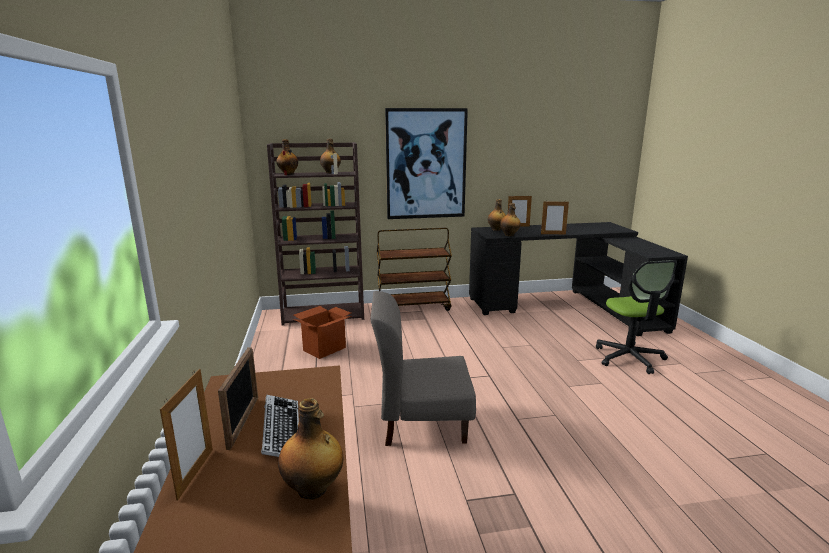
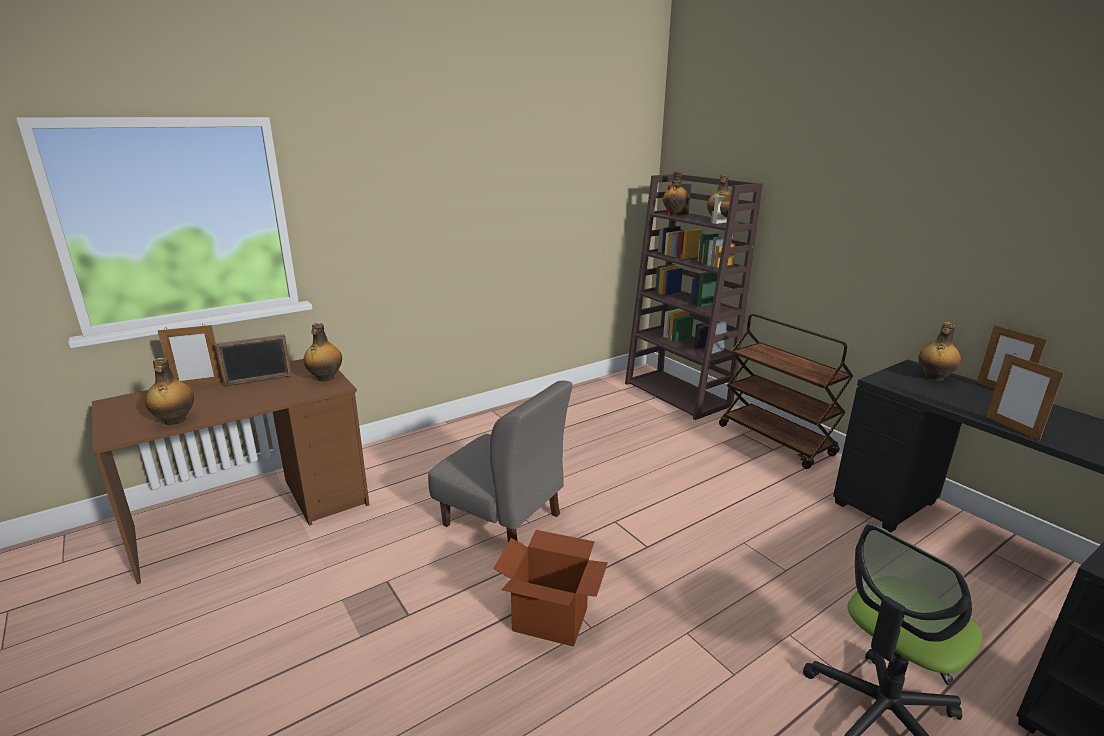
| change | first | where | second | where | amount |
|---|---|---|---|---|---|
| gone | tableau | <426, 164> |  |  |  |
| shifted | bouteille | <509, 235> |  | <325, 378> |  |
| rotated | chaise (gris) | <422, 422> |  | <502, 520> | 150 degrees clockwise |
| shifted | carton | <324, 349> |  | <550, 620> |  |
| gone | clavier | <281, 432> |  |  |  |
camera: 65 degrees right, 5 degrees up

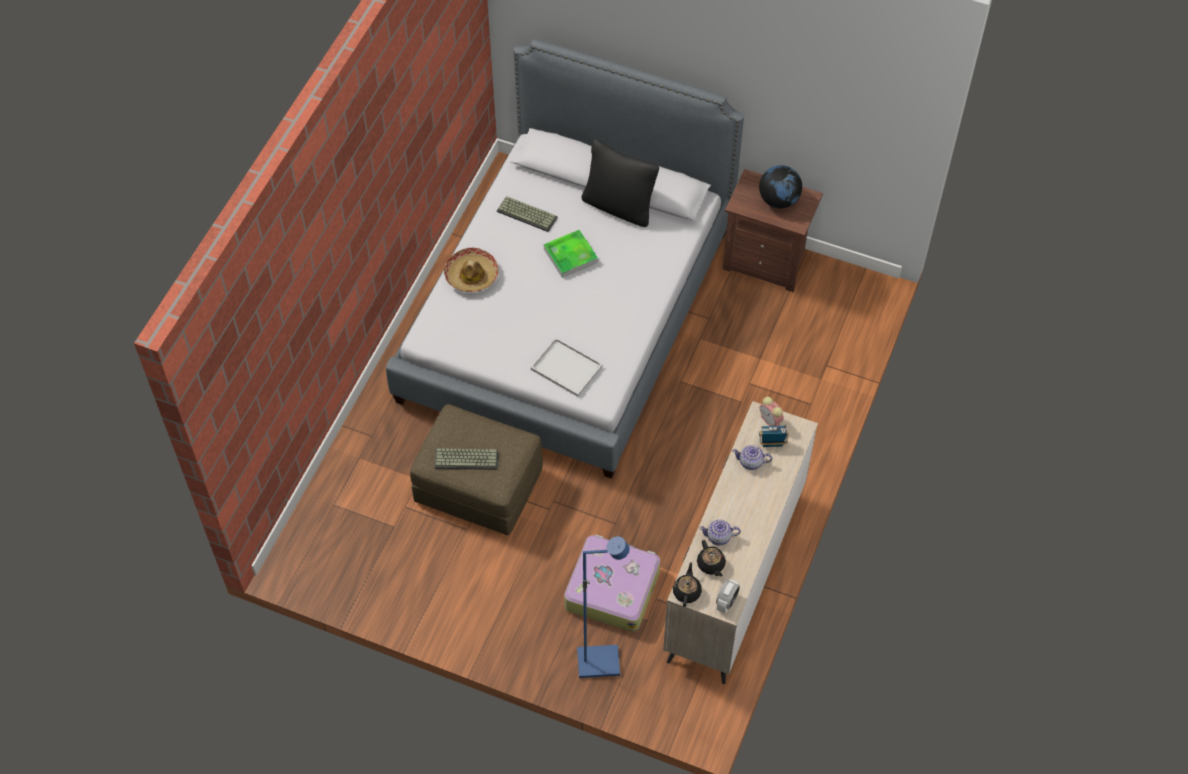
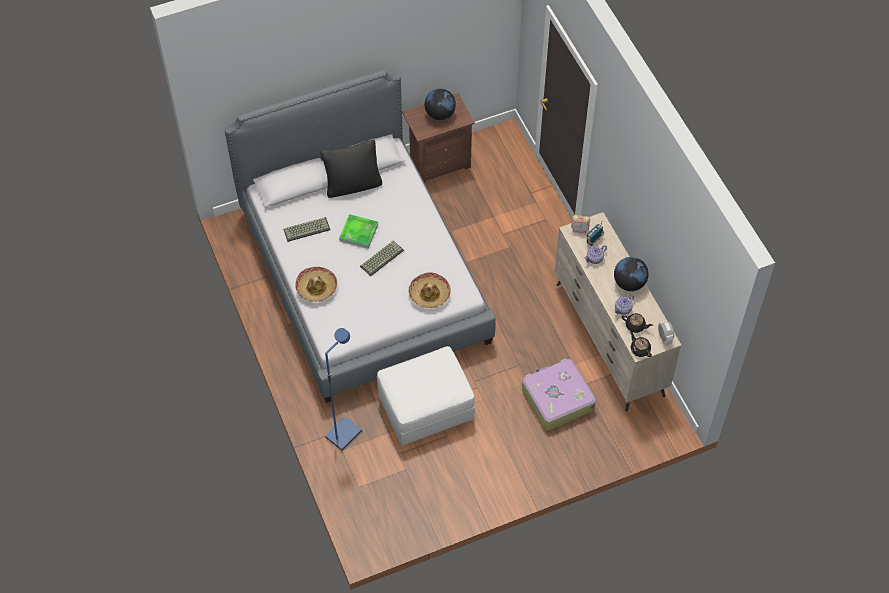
| change | first | where | second | where | amount |
|---|---|---|---|---|---|
| swapped | plateau (blanc) | <568, 368> | chapeau | <429, 294> |  |
| repainted | pouf (marron) | <479, 486> | pouf (blanc) | <426, 407> |  |
| shifted | clavier | <467, 458> |  | <381, 257> |  |
| shifted | lampadaire (bleu) | <599, 661> |  | <343, 433> |  |
| new |  |  | globe | <629, 283> |  |
camera: 45 degrees left, 0 degrees up

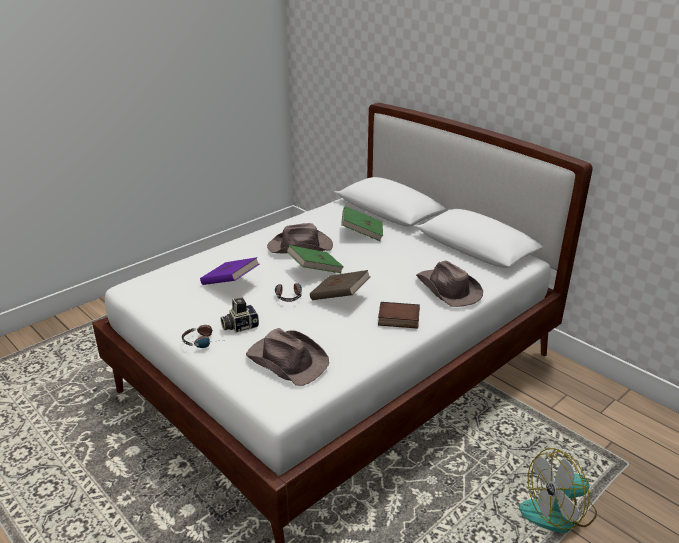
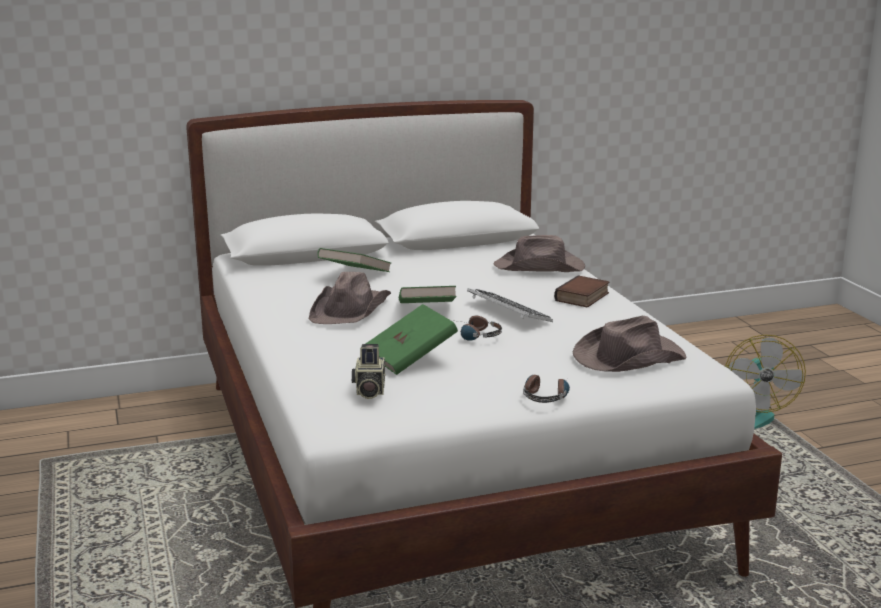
| change | first | where | second | where | amount |
|---|---|---|---|---|---|
| repainted | livre (violet) | <230, 283> | livre (vert) | <410, 358> |  |
| swapped | livre (marron) | <339, 297> | clavier | <508, 312> |  |
| shifted | appareil photo | <239, 326> |  | <369, 390> |  |
camera: 65 degrees left, 10 degrees down

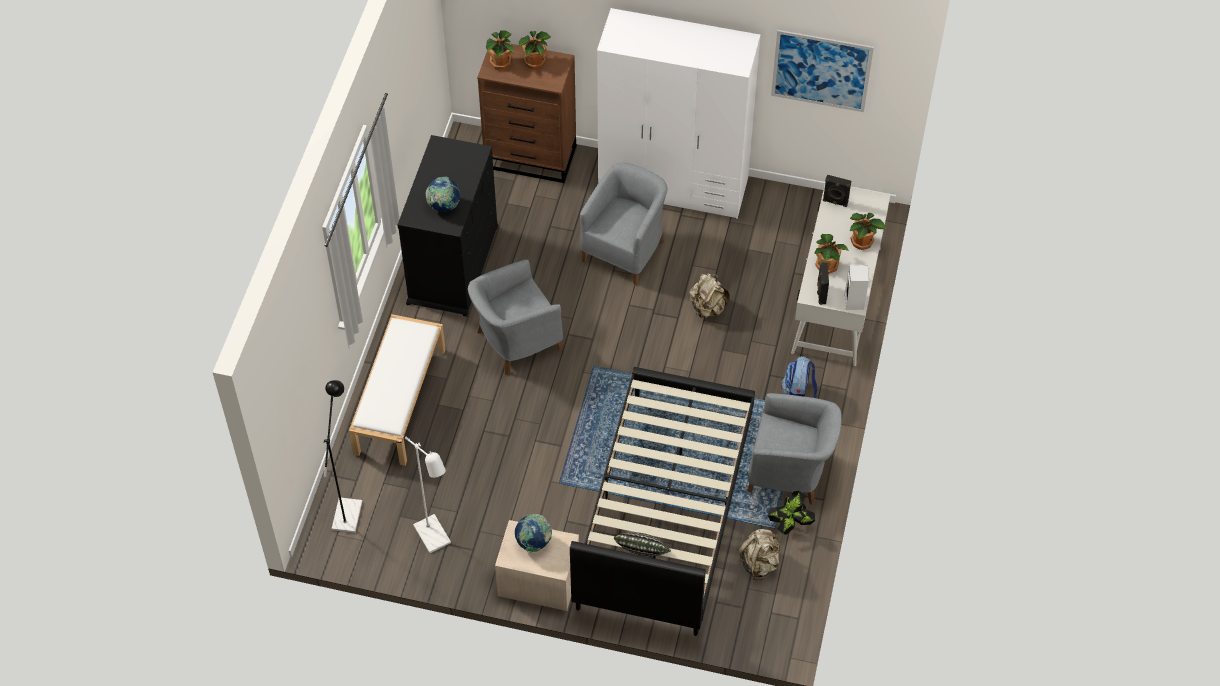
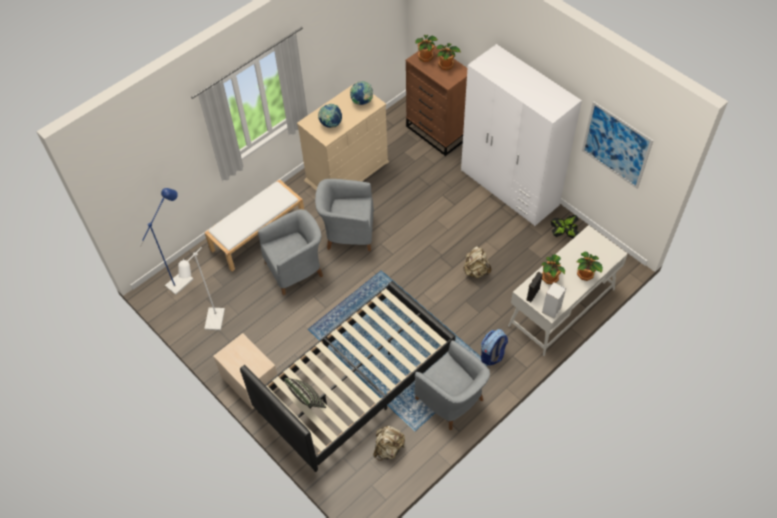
| change | first | where | second | where | amount |
|---|---|---|---|---|---|
| repainted | commode (noir) | <453, 264> | commode (beige) | <347, 171> |  |
| shifted | fauteuil (gris) | <625, 248> |  | <296, 268> |  |
| gone | enceinte (noir) | <835, 202> |  |  |  |
| repainted | lampadaire (noir) | <348, 509> | lampadaire (bleu) | <183, 279> |  |
| shifted | plante en pot | <790, 524> |  | <563, 235> |  |
| shifted | globe | <534, 542> |  | <362, 102> |  |
camera: 35 degrees right, 0 degrees up

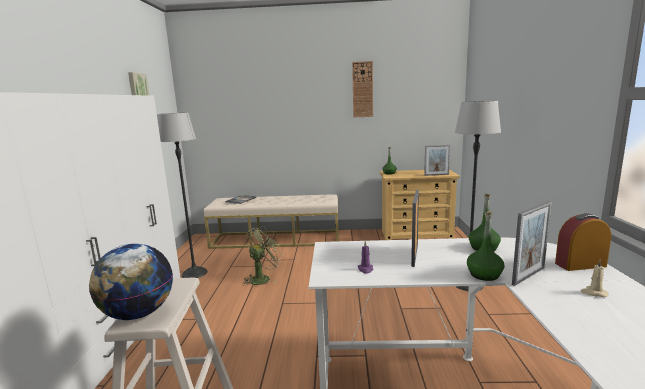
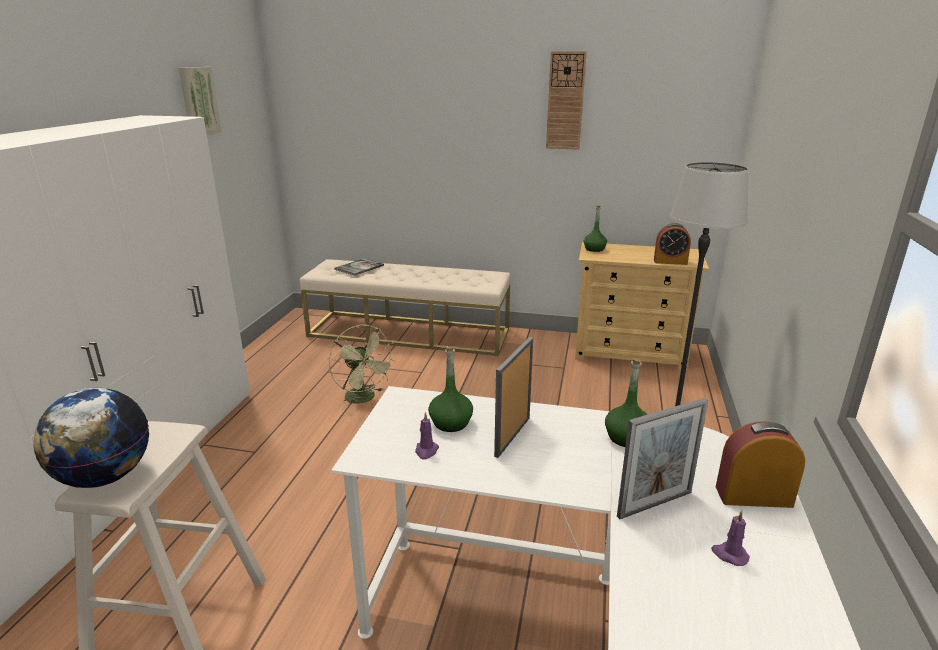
| change | first | where | second | where | amount |
|---|---|---|---|---|---|
| gone | lampadaire | <194, 273> |  |  |  |
| swapped | cadre photo | <436, 175> | réveil | <670, 262> |  |
| shifted | bouteille (vert) | <484, 275> |  | <450, 423> |  |
| rotated | ventilateur (vert) | <262, 278> |  | <364, 399> | 90 degrees clockwise |
| repainted | bougie (beige) | <593, 293> | bougie (violet) | <729, 554> |  |
camera: 10 degrees right, 10 degrees up

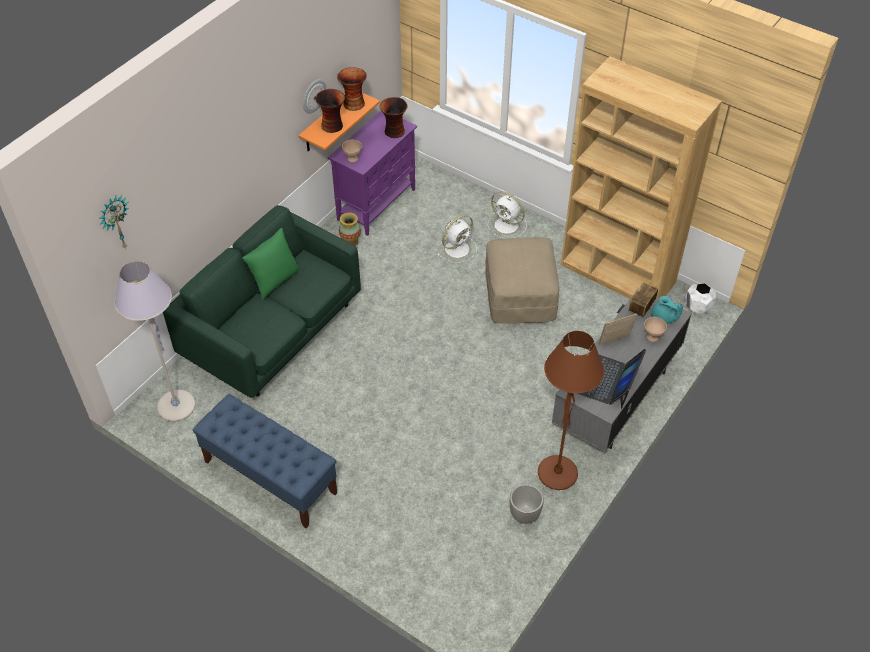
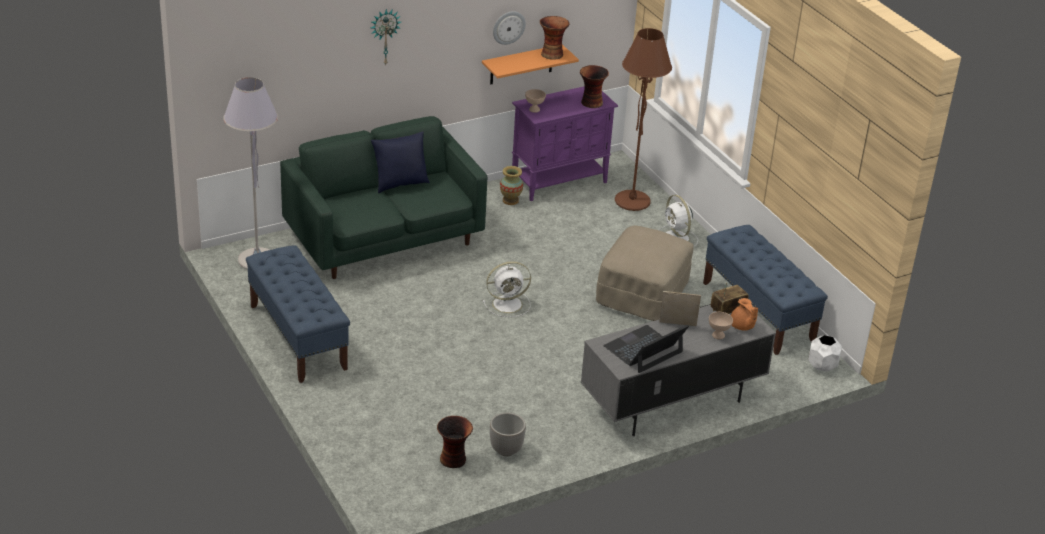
| change | first | where | second | where | amount |
|---|---|---|---|---|---|
| swapped | bibliothèque (marron) | <617, 274> | banc (bleu) | <758, 312> |  |
| shifted | vase | <333, 125> |  | <454, 459> |  |
| shifted | horloge murale | <115, 223> |  | <384, 36> |  |
| shifted | ventilateur (blanc) | <458, 248> |  | <508, 304> |  |
| repainted | coussin (vert) | <275, 281> | coussin (bleu) | <400, 184> |  |
| repainted | théière (turquoise) | <663, 319> | théière (orange) | <742, 326> |  |
| shifted | lampadaire (marron) | <557, 473> |  | <632, 201> |  |
camera: 25 degrees right, 15 degrees down

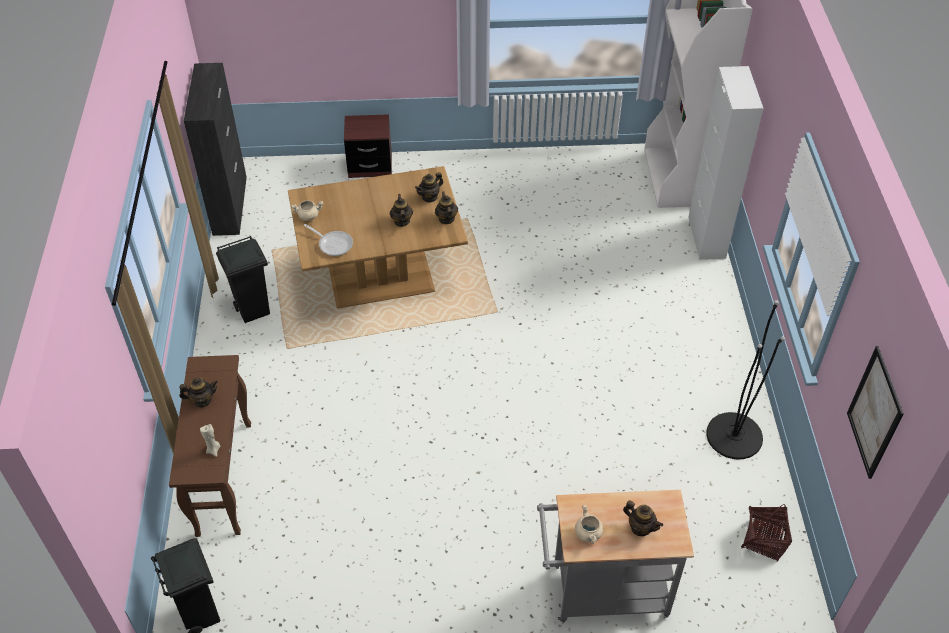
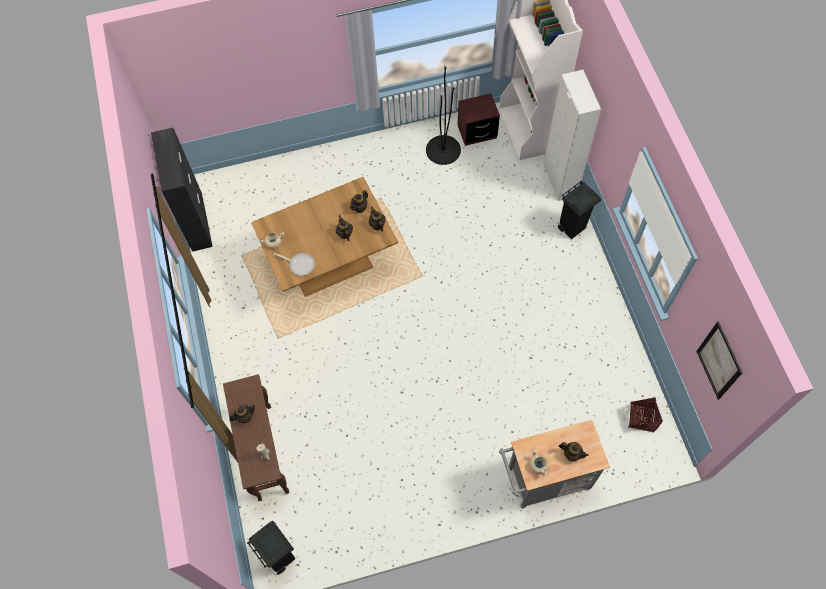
| change | first | where | second | where | amount |
|---|---|---|---|---|---|
| shifted | table de chevet (marron) | <370, 166> |  | <477, 132> |  |
| shifted | poubelle (noir) | <254, 310> |  | <572, 228> |  |
| shifted | lampadaire (noir) | <734, 436> |  | <443, 150> |  |
camera: 10 degrees left, 15 degrees up

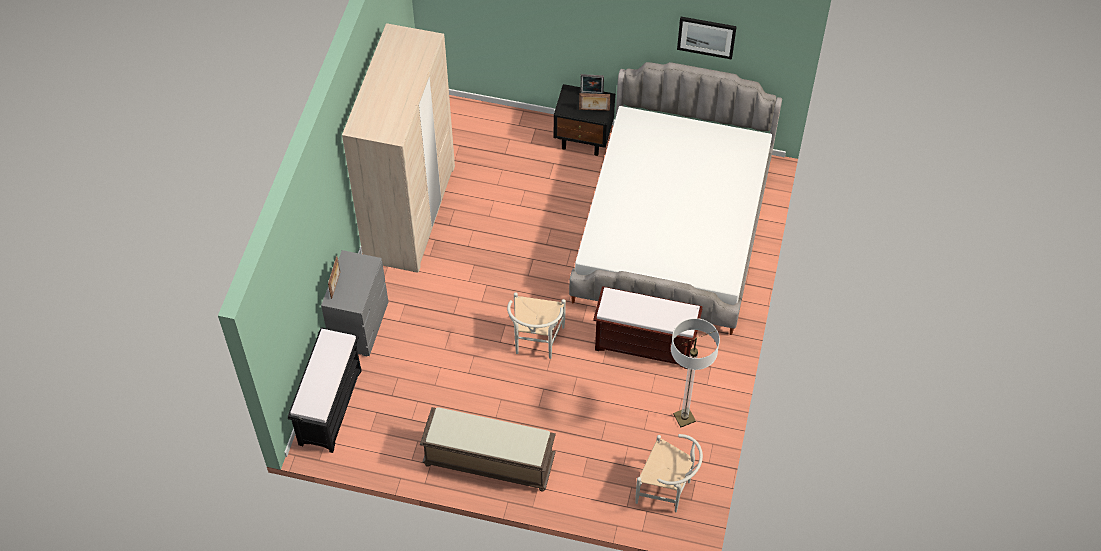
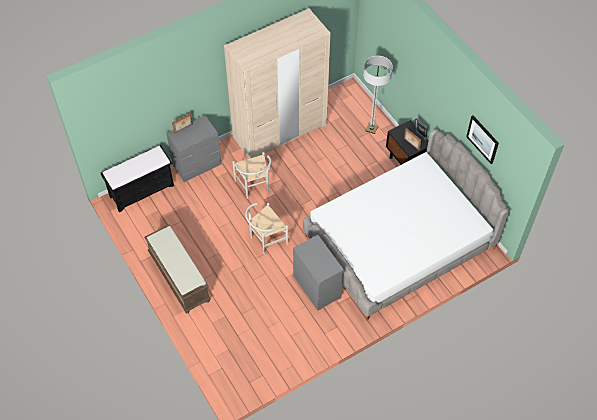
| change | first | where | second | where | amount |
|---|---|---|---|---|---|
| swapped | banc (marron) | <645, 345> | commode (gris) | <317, 287> |  |
| shifted | lampadaire | <684, 418> |  | <371, 129> |  |
| shifted | chaise (blanc) | <667, 491> |  | <254, 187> |  |
camera: 45 degrees right, 0 degrees up

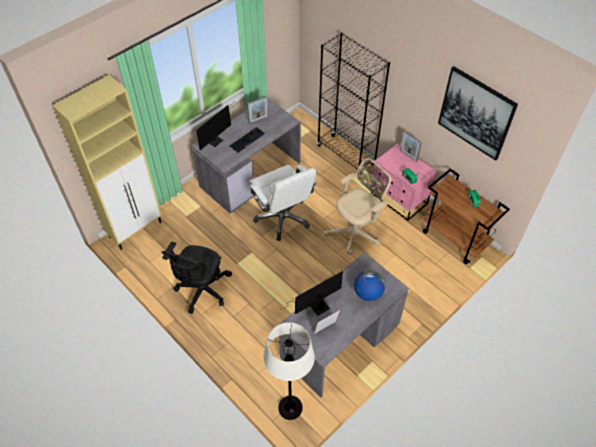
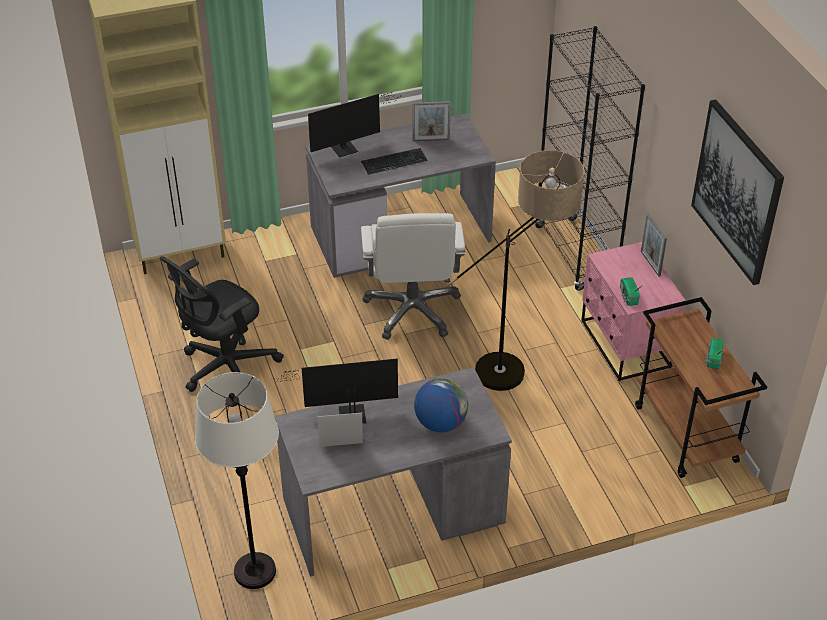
| change | first | where | second | where | amount |
|---|---|---|---|---|---|
| swapped | chaise de bureau (beige) | <356, 232> | lampadaire | <519, 369> |  |
camera: 25 degrees right, 10 degrees down

